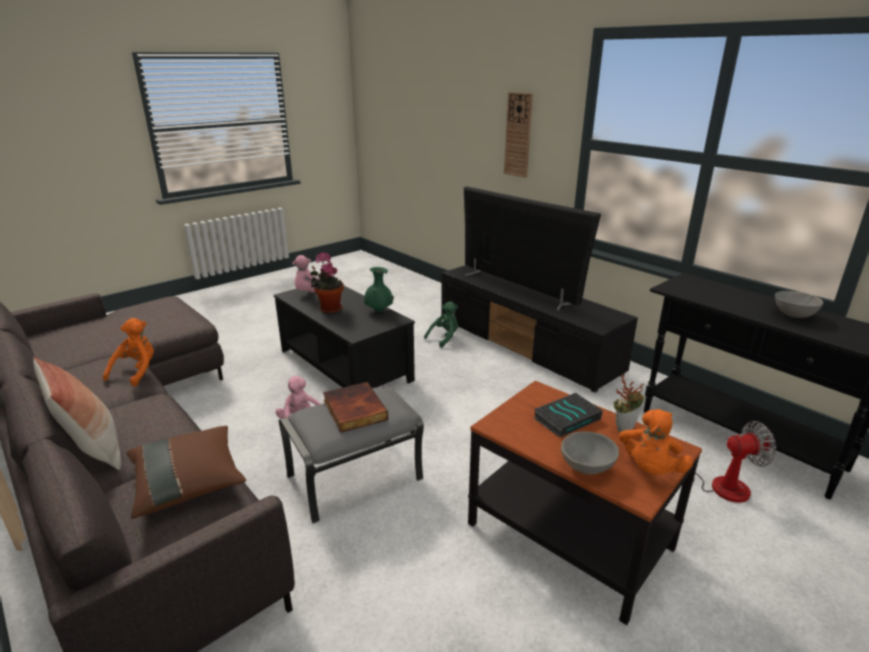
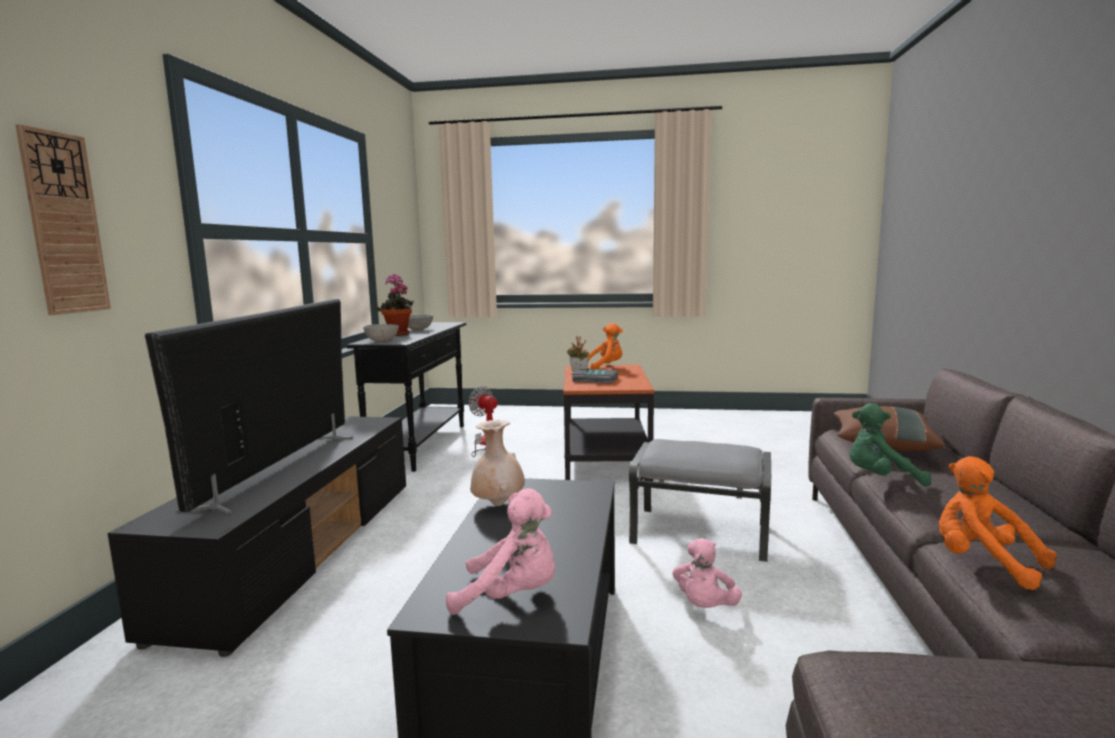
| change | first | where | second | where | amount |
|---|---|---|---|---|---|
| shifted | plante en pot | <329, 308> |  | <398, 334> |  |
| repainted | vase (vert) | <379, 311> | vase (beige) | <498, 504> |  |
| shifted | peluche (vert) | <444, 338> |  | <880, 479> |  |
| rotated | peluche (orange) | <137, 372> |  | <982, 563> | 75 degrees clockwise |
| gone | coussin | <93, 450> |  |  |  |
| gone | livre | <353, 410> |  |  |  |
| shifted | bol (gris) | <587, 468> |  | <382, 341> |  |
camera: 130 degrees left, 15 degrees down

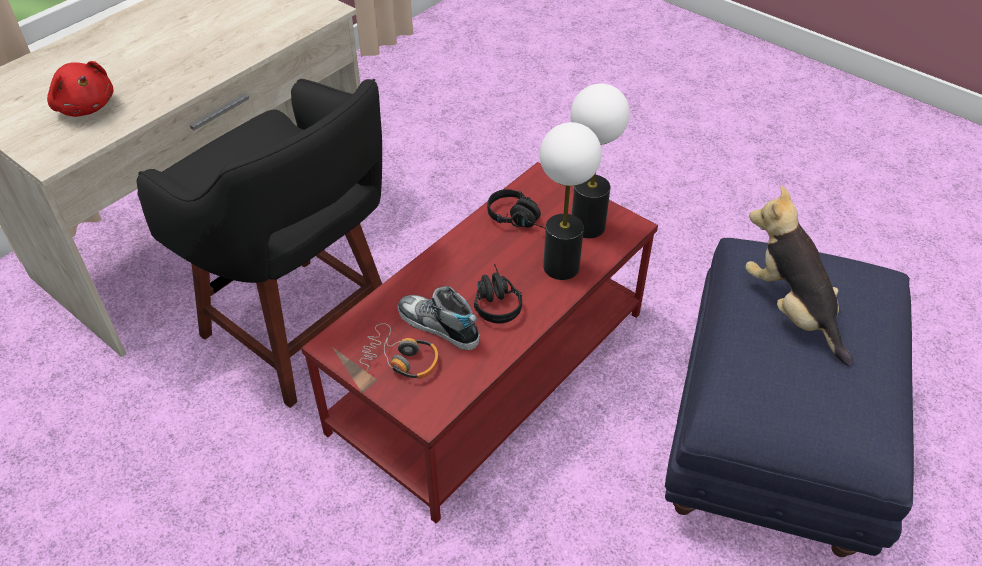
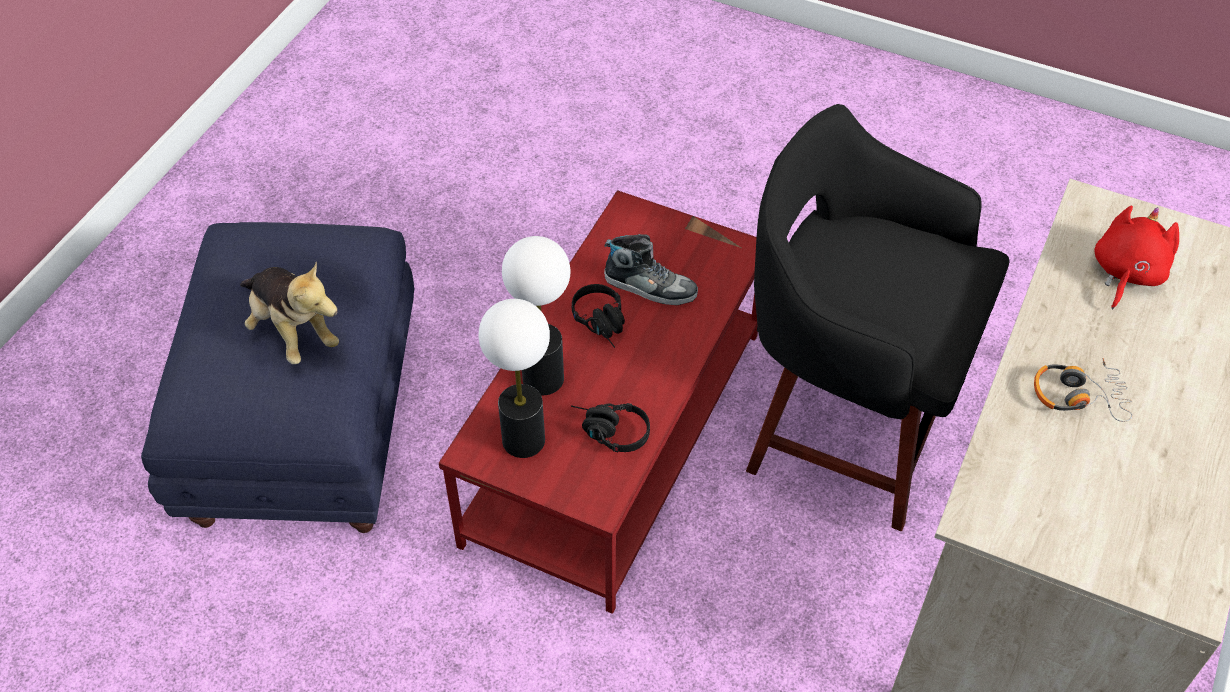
| change | first | where | second | where | amount |
|---|---|---|---|---|---|
| rotated | peluche (rouge) | <85, 106> |  | <1126, 273> | 90 degrees clockwise |
| shifted | casque audio | <400, 360> |  | <1078, 395> |  |
camera: 165 degrees right, 5 degrees up

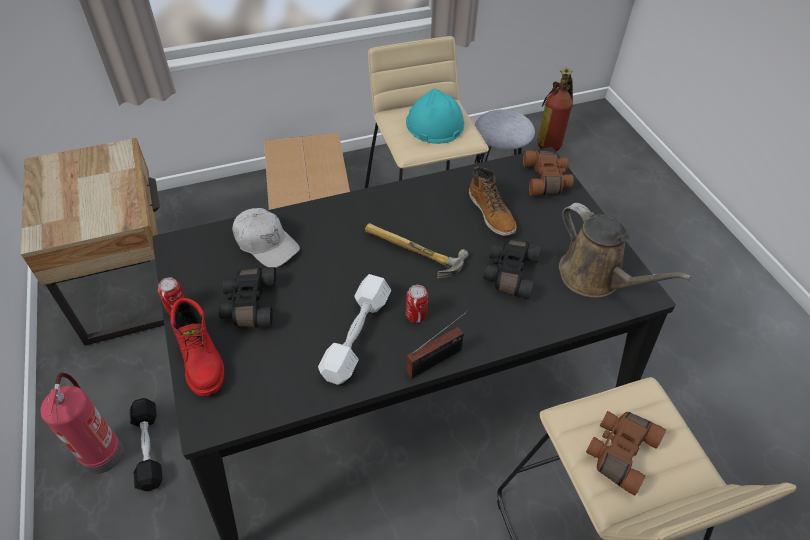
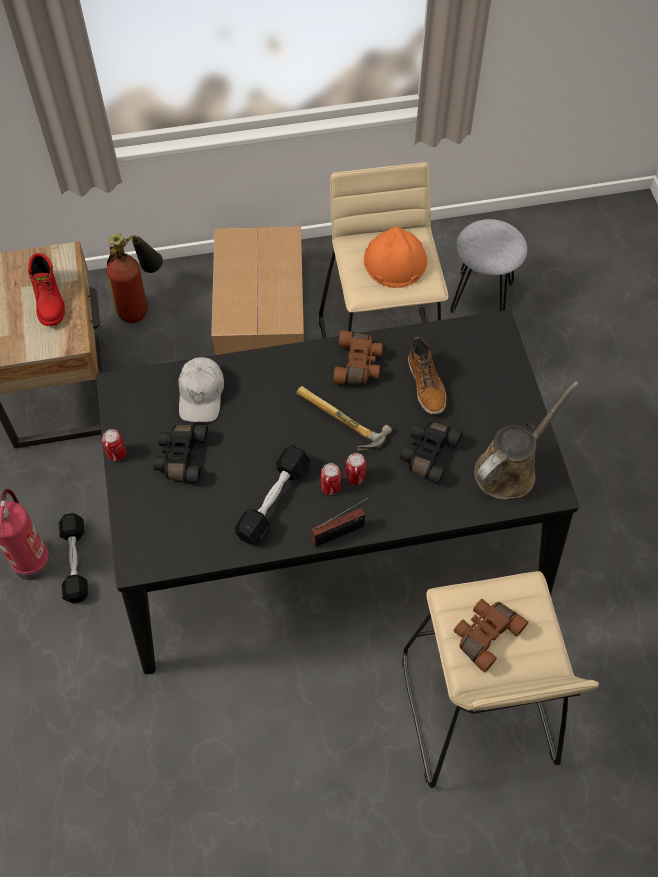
| change | first | where | second | where | amount |
|---|---|---|---|---|---|
| shifted | extincteur | <551, 140> |  | <141, 304> |  |
| repainted | casque de chantier (turquoise) | <434, 124> | casque de chantier (orange) | <395, 261> |  |
| shifted | jumelles (marron) | <547, 180> |  | <359, 365> |  |
| rotated | arrosoir (marron) | <595, 278> |  | <509, 469> | 105 degrees counterclockwise |
| rotated | casquette (blanc) | <266, 243> |  | <201, 394> | 45 degrees clockwise |
| repainted | haltère (blanc) | <356, 336> | haltère (noir) | <273, 500> |  |
| shifted | botte (rouge) | <202, 359> |  | <50, 301> |  |
| new |  |  | boîte métallique | <355, 477> |  |
camera: 10 degrees right, 10 degrees up

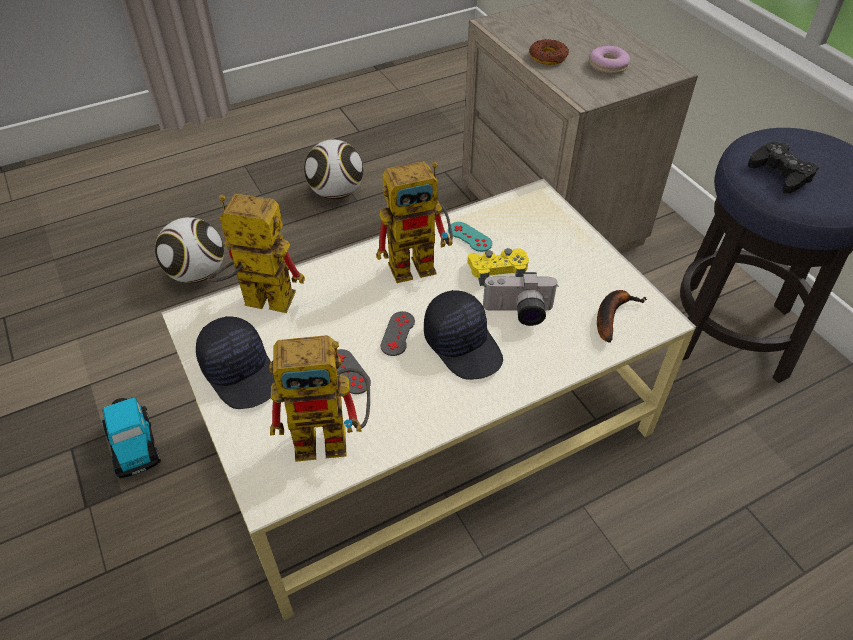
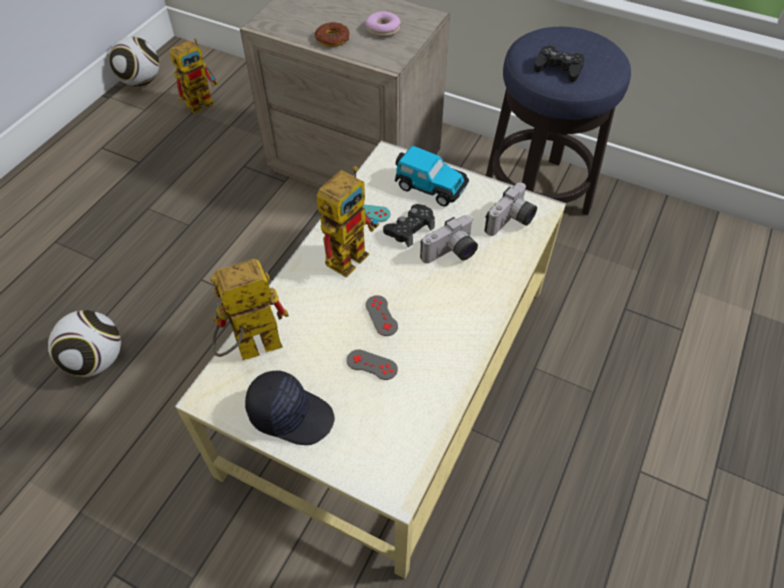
| change | first | where | second | where | amount |
|---|---|---|---|---|---|
| shifted | ballon de foot | <337, 192> |  | <141, 81> |  |
| repainted | manette (jaune) | <497, 270> | manette (noir) | <410, 229> |  |
| gone | casquette (noir) | <463, 345> |  |  |  |
| swapped | banane | <612, 315> | appareil photo | <511, 222> |  |
| shifted | robot jouet | <333, 436> |  | <204, 101> |  |
| shifted | petite voiture | <134, 445> |  | <429, 186> |  |
camera: 35 degrees left, 5 degrees up

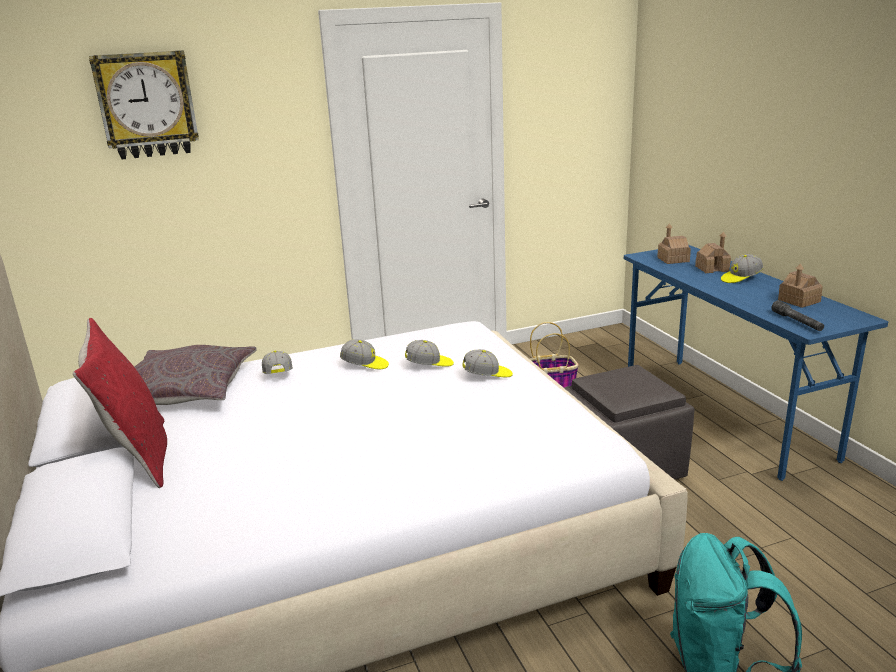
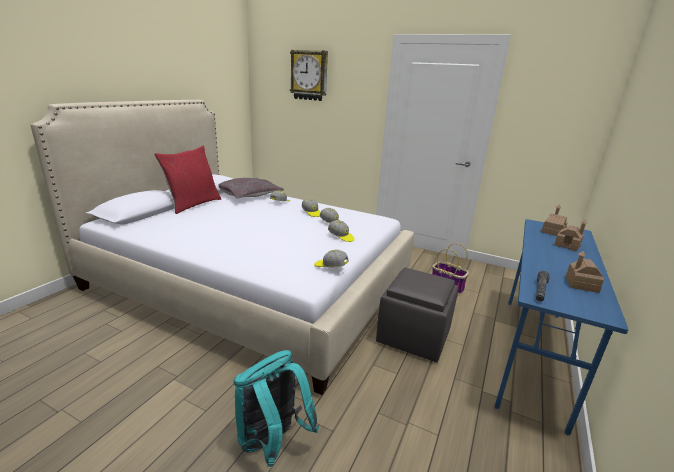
| change | first | where | second | where | amount |
|---|---|---|---|---|---|
| shifted | casquette | <740, 278> |  | <330, 267> |  |
camera: 45 degrees right, 0 degrees up

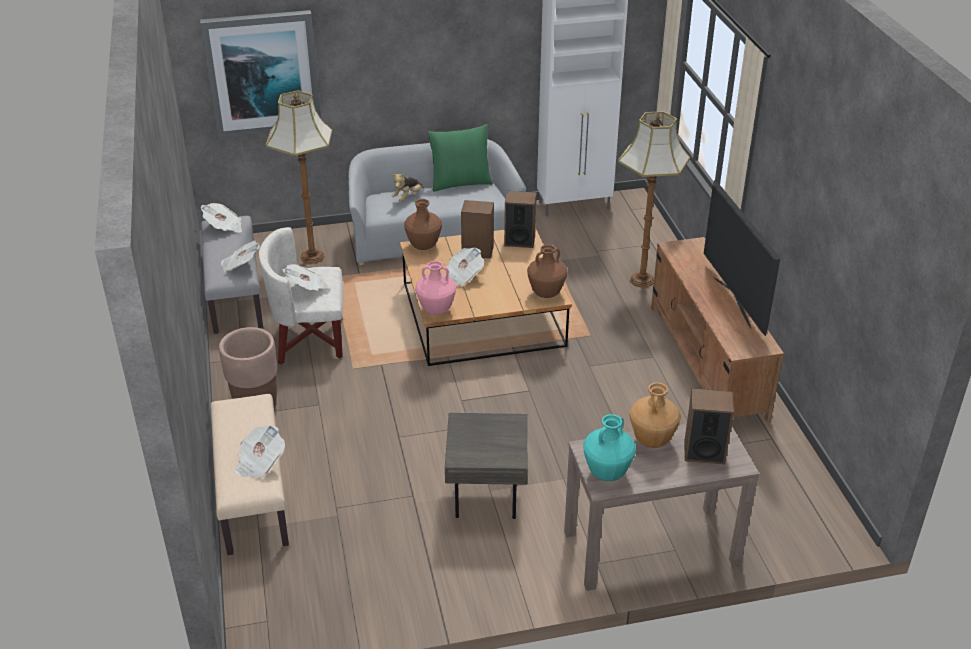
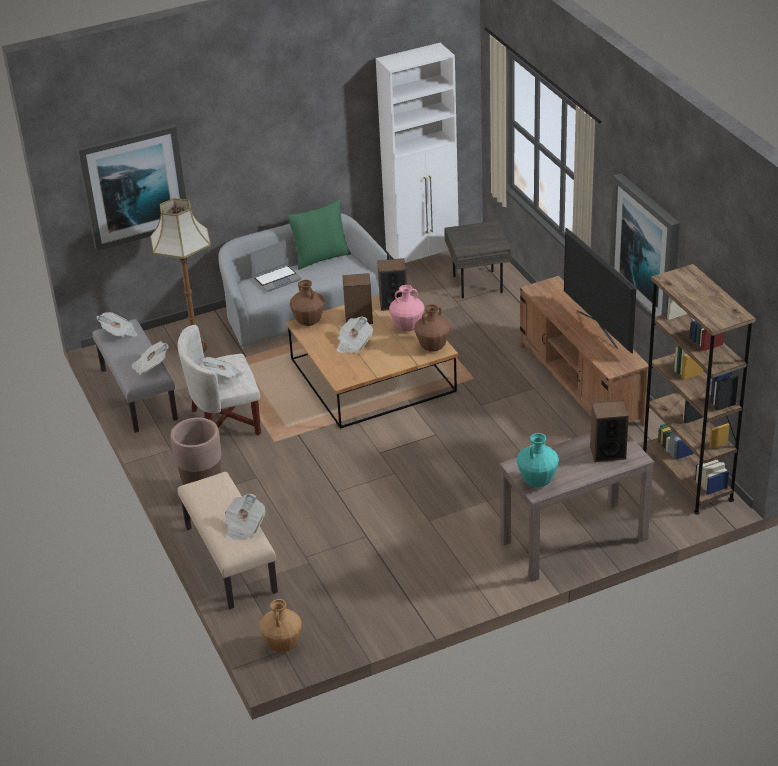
| change | first | where | second | where | amount |
|---|---|---|---|---|---|
| gone | lampadaire | <642, 280> |  |  |  |
| swapped | peluche | <408, 197> | ordinateur portable | <277, 279> |  |
| shifted | vase (rose) | <436, 310> |  | <407, 327> |  |
| shifted | vase (marron) | <652, 440> |  | <283, 645> |  |
| shifted | table d'appoint (gris) | <488, 495> |  | <478, 283> |  |
| new |  |  | tableau | <646, 251> |  |
| new |  |  | bibliothèque (marron) | <686, 477> |  |
camera: 10 degrees left, 0 degrees up

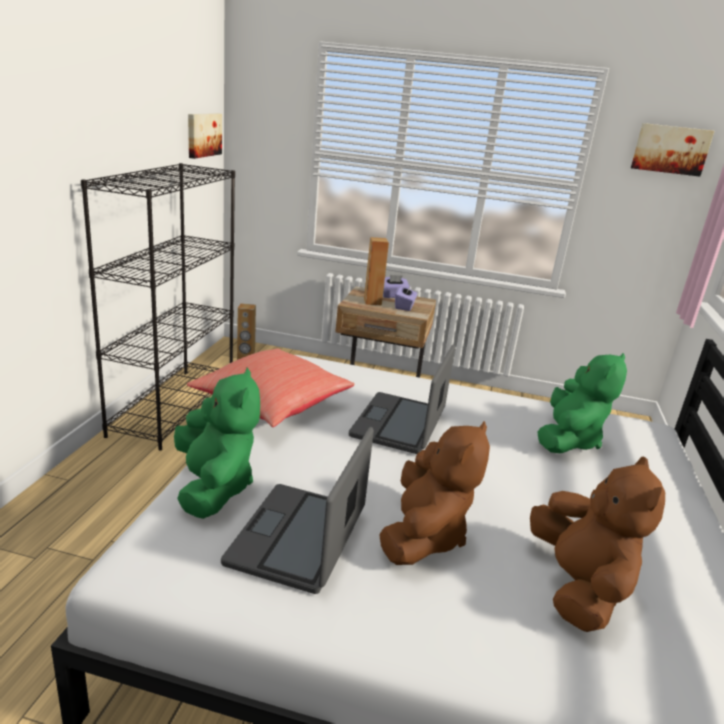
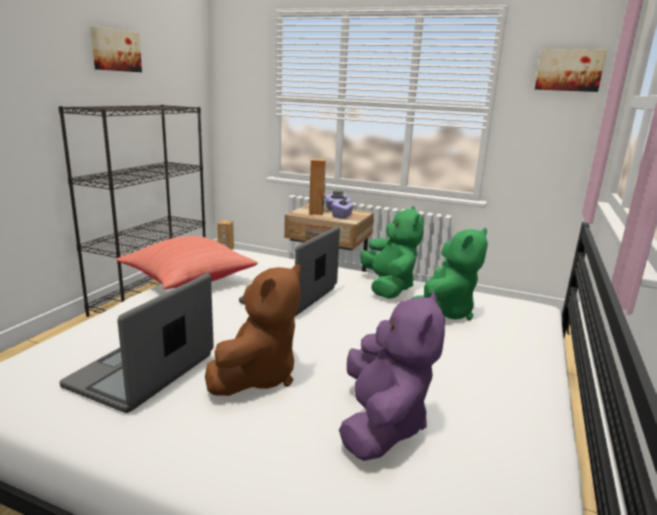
| change | first | where | second | where | amount |
|---|---|---|---|---|---|
| shifted | tableau | <203, 134> |  | <115, 50> |  |
| shifted | peluche (vert) | <214, 487> |  | <388, 287> |  |
| repainted | peluche (marron) | <578, 587> | peluche (violet) | <381, 424> |  |
camera: 10 degrees right, 5 degrees down

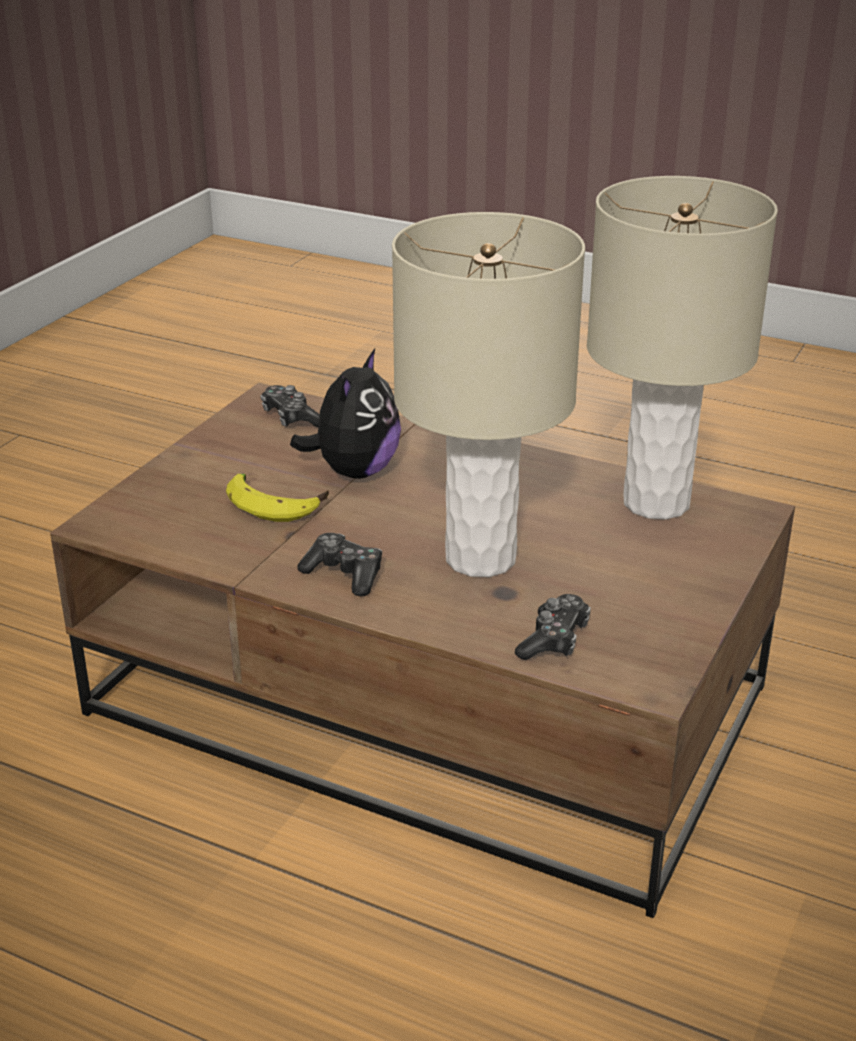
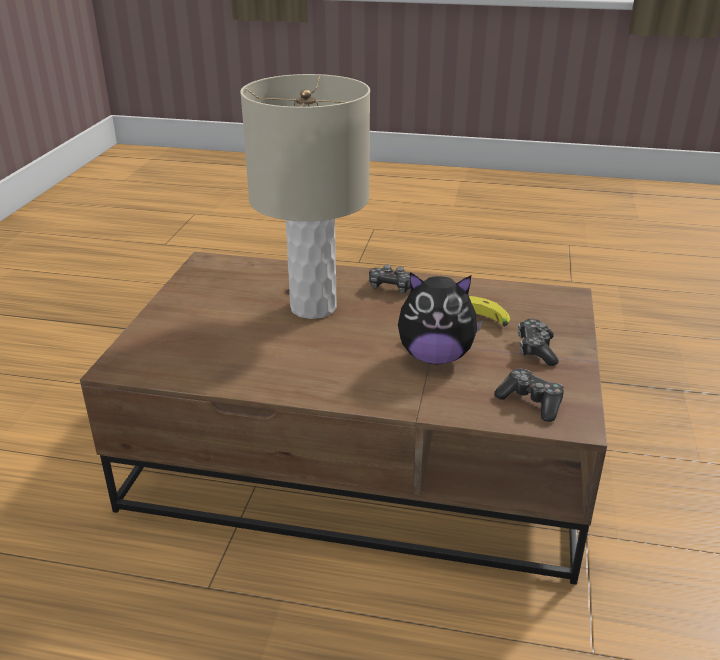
| change | first | where | second | where | amount |
|---|---|---|---|---|---|
| gone | lampe de table (beige) | <655, 503> |  |  |  |
| rotated | peluche | <354, 471> |  | <435, 357> | 90 degrees counterclockwise |
| shifted | manette | <554, 640> |  | <536, 349> |  |
camera: 165 degrees right, 0 degrees up

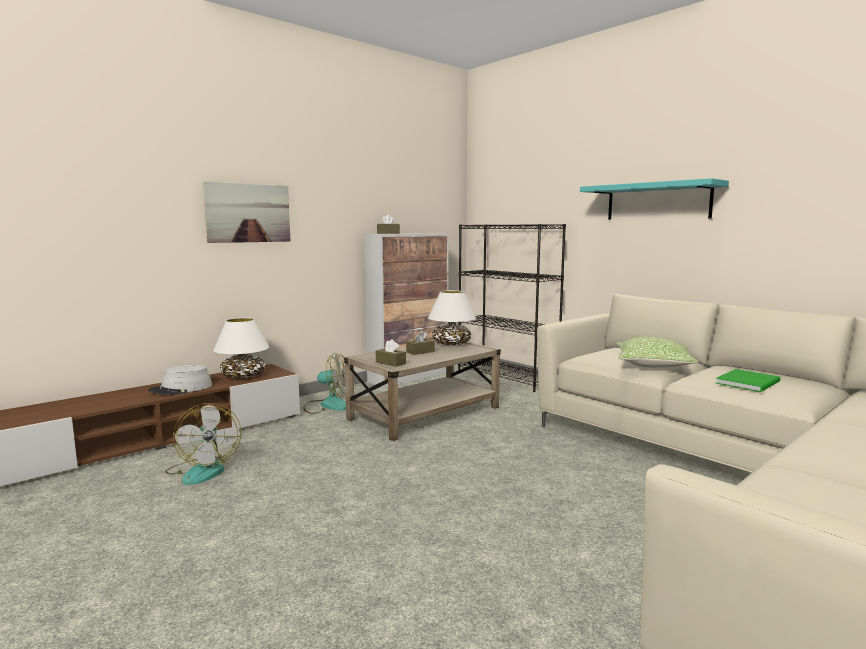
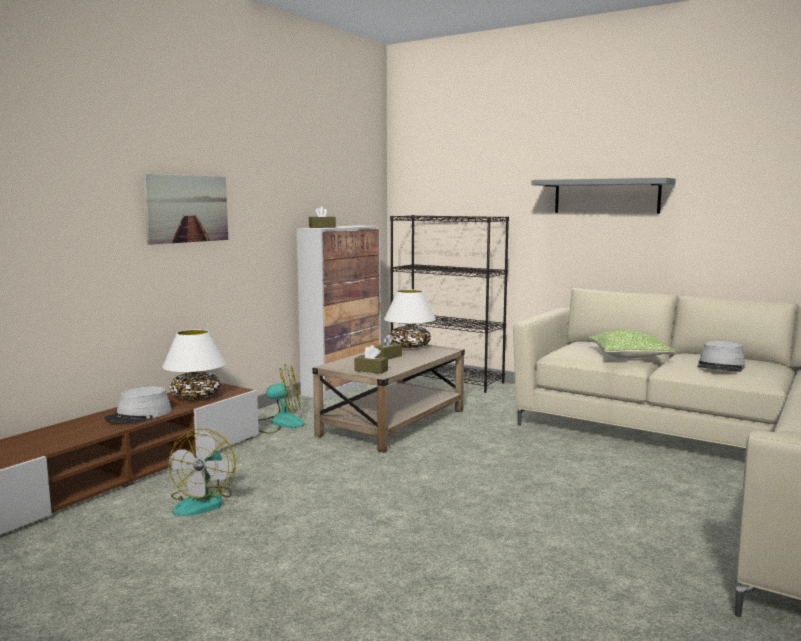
| change | first | where | second | where | amount |
|---|---|---|---|---|---|
| repainted | étagère (turquoise) | <657, 202> | étagère (gris) | <606, 196> |  |
| swapped | livre (vert) | <750, 382> | chapeau (gris) | <721, 366> |  |
| rotated | ventilateur | <203, 470> |  | <204, 501> | 45 degrees clockwise |
camera: 15 degrees left, 0 degrees up

